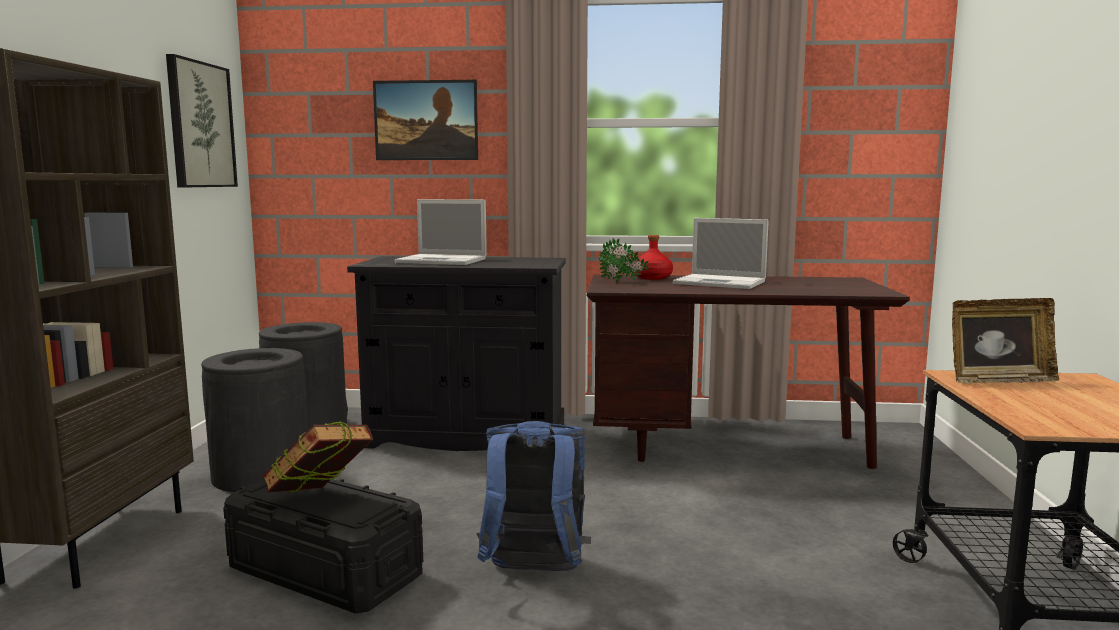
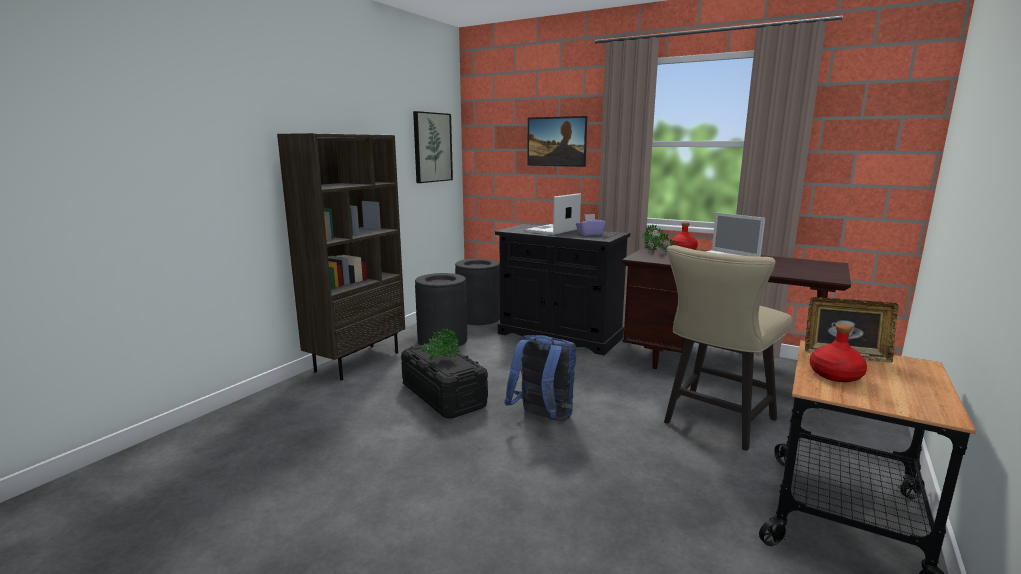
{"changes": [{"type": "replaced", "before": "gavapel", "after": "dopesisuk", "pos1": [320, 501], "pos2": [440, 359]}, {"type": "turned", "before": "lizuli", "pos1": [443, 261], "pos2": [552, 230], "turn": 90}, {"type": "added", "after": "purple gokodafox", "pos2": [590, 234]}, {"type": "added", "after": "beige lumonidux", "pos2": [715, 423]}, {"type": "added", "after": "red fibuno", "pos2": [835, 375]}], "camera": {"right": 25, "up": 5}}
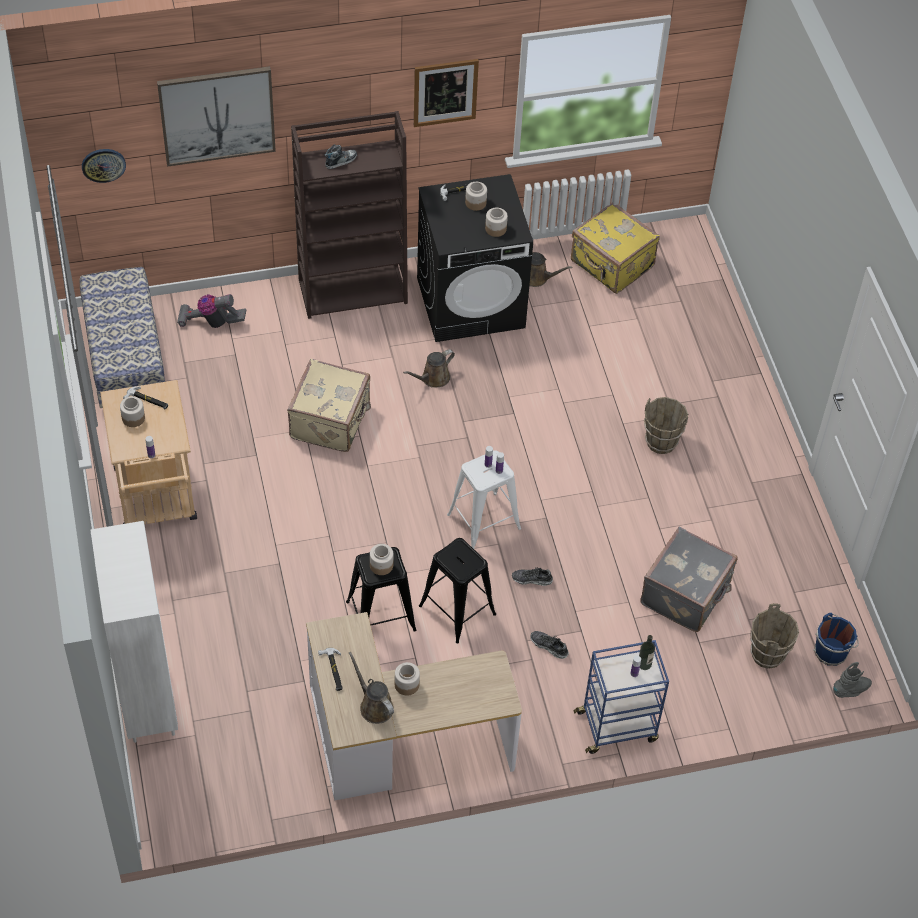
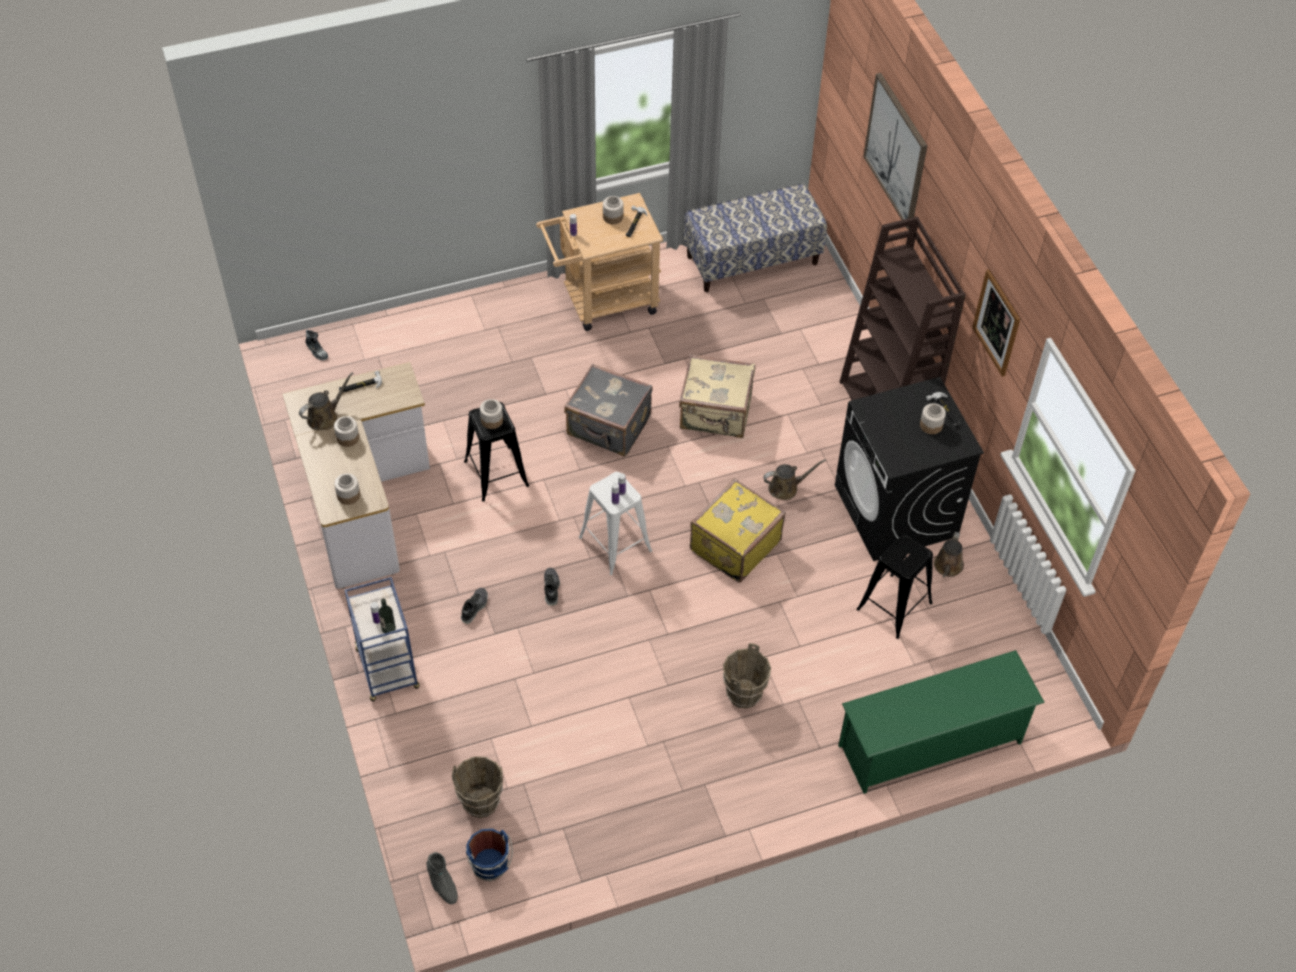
{"changes": [{"type": "moved", "before": "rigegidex", "pos1": [341, 161], "pos2": [317, 350]}, {"type": "moved", "before": "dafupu", "pos1": [495, 229], "pos2": [348, 495]}, {"type": "moved", "before": "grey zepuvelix", "pos1": [686, 594], "pos2": [608, 427]}, {"type": "moved", "before": "yellow zepuvelix", "pos1": [611, 265], "pos2": [733, 545]}, {"type": "turned", "before": "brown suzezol", "pos1": [433, 378], "pos2": [786, 488], "turn": 120}, {"type": "added", "after": "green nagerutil", "pos2": [930, 744]}, {"type": "moved", "before": "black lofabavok", "pos1": [457, 610], "pos2": [894, 606]}, {"type": "removed", "before": "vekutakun", "pos1": [103, 164]}, {"type": "removed", "before": "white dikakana", "pos1": [147, 701]}, {"type": "removed", "before": "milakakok", "pos1": [211, 322]}], "camera": {"right": 85, "up": 0}}
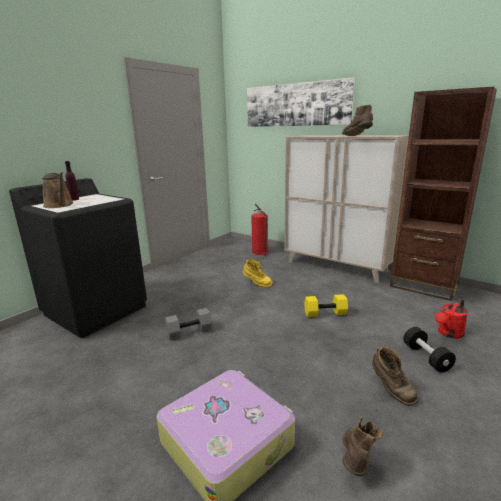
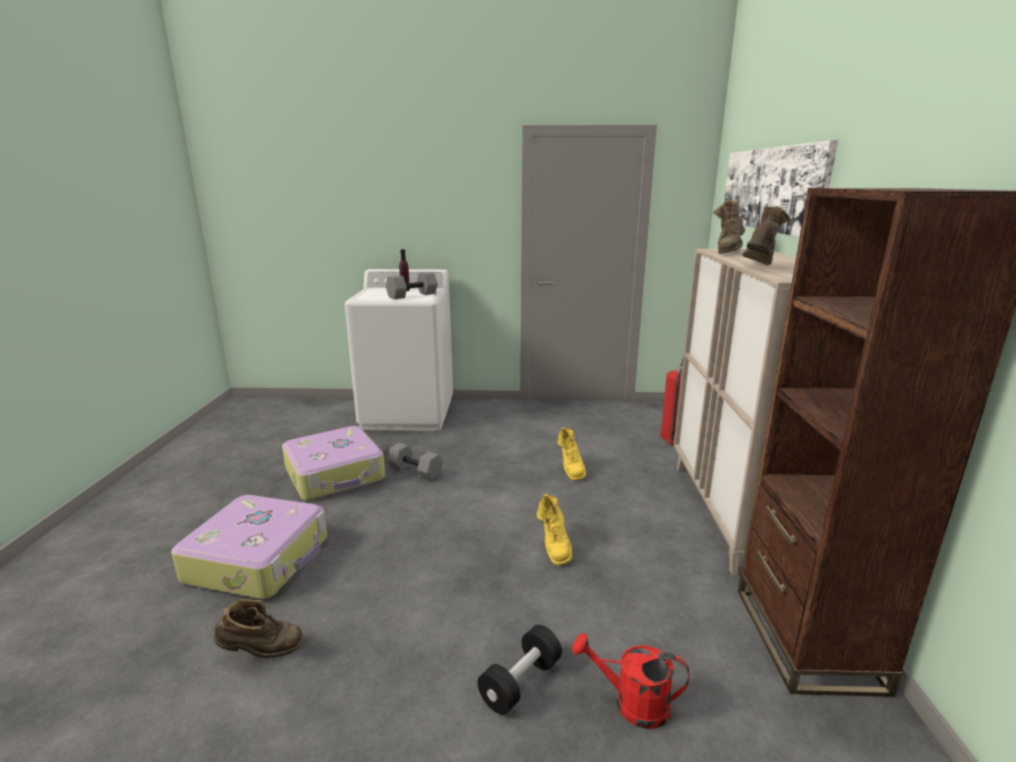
{"changes": [{"type": "added", "after": "zepuvelix", "pos2": [336, 474]}, {"type": "recoloured", "before": "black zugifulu", "after": "white zugifulu", "pos1": [96, 310], "pos2": [408, 413]}, {"type": "added", "after": "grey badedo", "pos2": [412, 295]}, {"type": "replaced", "before": "yellow badedo", "after": "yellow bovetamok", "pos1": [325, 313], "pos2": [554, 547]}, {"type": "moved", "before": "brown bovetamok", "pos1": [391, 389], "pos2": [728, 251]}, {"type": "removed", "before": "brown suzezol", "pos1": [59, 205]}], "camera": {"right": 55, "up": 0}}
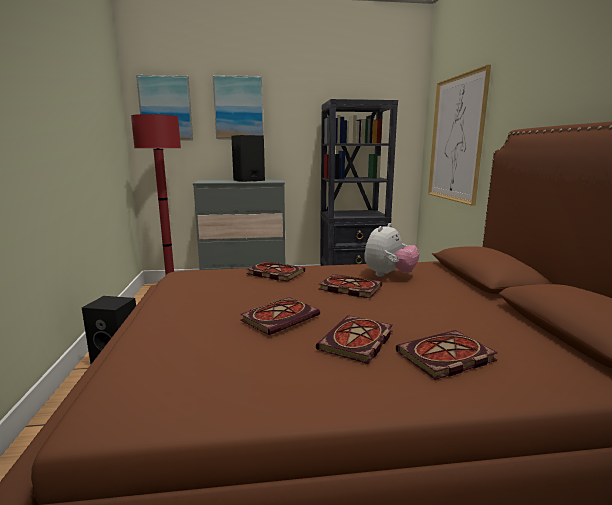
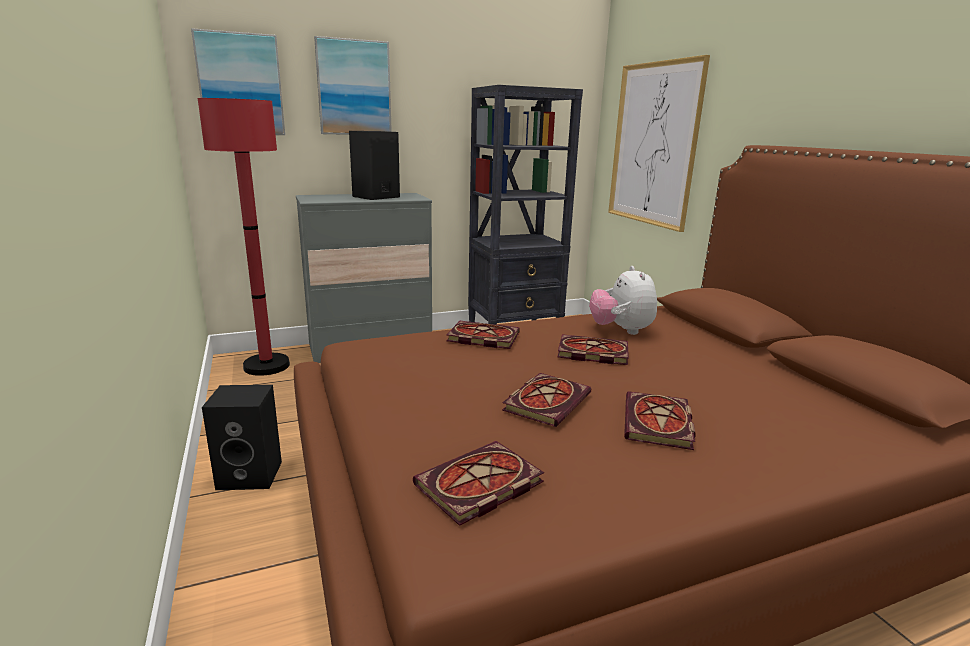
{"changes": [{"type": "moved", "before": "gavapel", "pos1": [445, 358], "pos2": [478, 486]}, {"type": "turned", "before": "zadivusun", "pos1": [389, 275], "pos2": [621, 330], "turn": 150}], "camera": {"right": -15, "up": 5}}
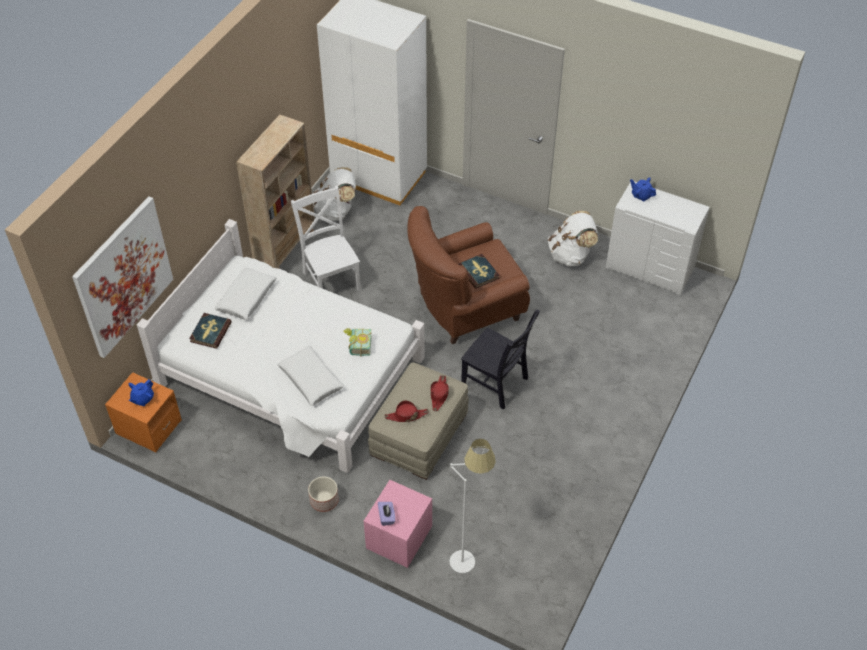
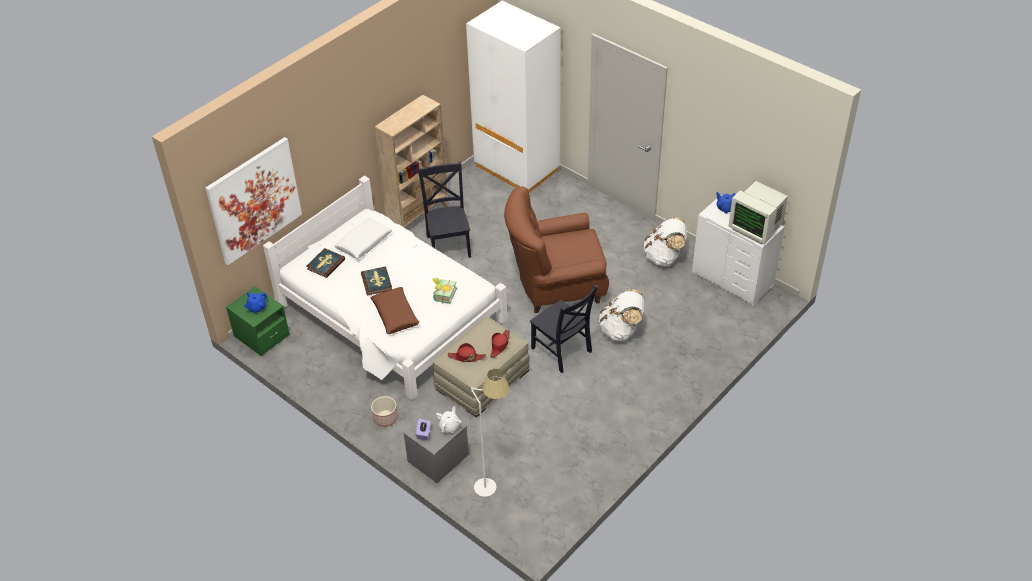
{"changes": [{"type": "recoloured", "before": "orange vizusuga", "after": "green vizusuga", "pos1": [148, 427], "pos2": [261, 336]}, {"type": "moved", "before": "gavapel", "pos1": [478, 272], "pos2": [377, 282]}, {"type": "recoloured", "before": "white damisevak", "after": "brown damisevak", "pos1": [311, 380], "pos2": [395, 315]}, {"type": "recoloured", "before": "pink vizusuga", "after": "grey vizusuga", "pos1": [399, 538], "pos2": [438, 458]}, {"type": "recoloured", "before": "white lumonidux", "after": "black lumonidux", "pos1": [331, 279], "pos2": [448, 244]}, {"type": "added", "after": "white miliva", "pos2": [449, 426]}, {"type": "moved", "before": "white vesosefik", "pos1": [336, 211], "pos2": [621, 330]}, {"type": "added", "after": "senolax", "pos2": [756, 227]}], "camera": {"right": 15, "up": -5}}
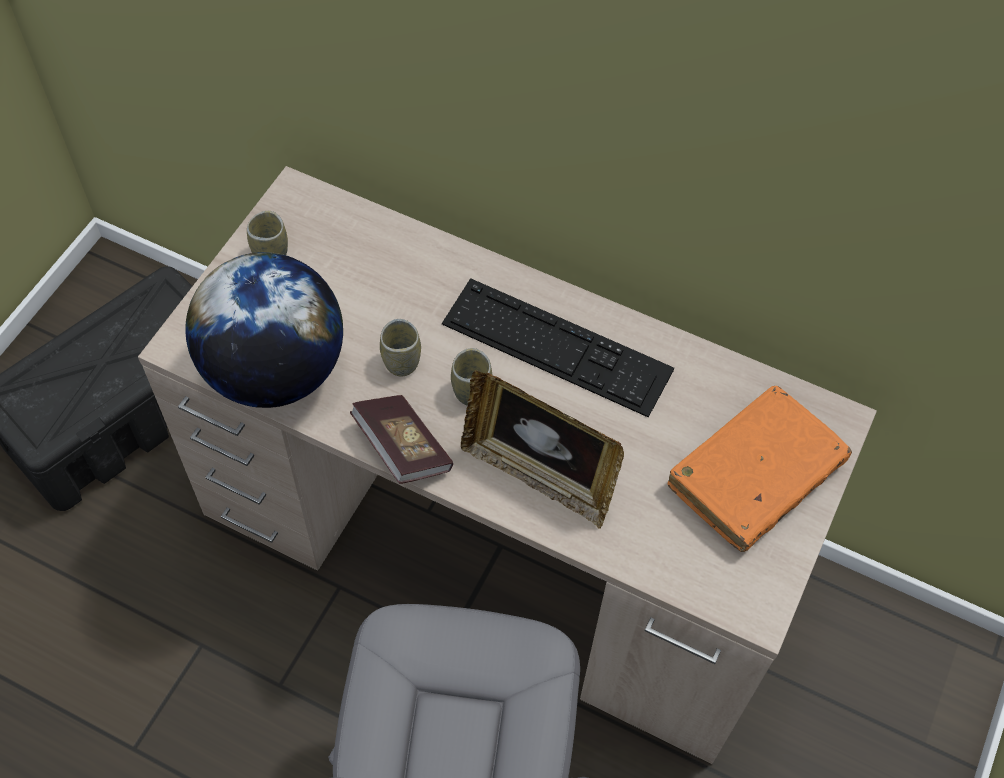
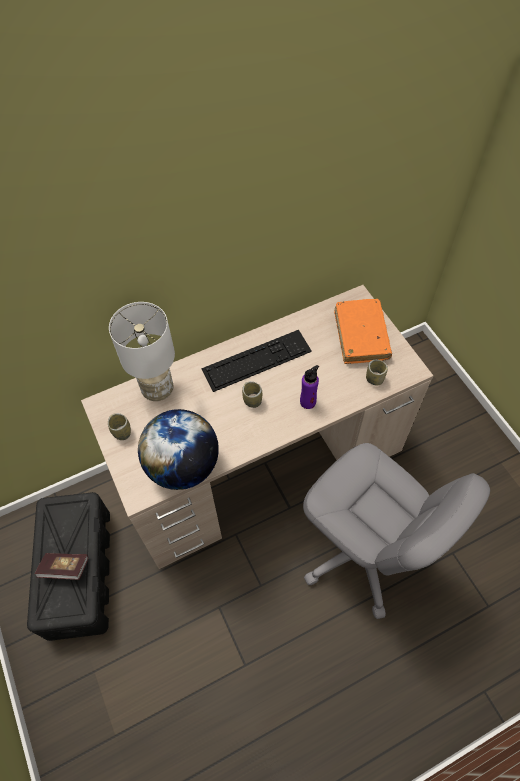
{"changes": [{"type": "moved", "before": "gavapel", "pos1": [402, 448], "pos2": [65, 568]}, {"type": "added", "after": "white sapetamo", "pos2": [158, 389]}, {"type": "replaced", "before": "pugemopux", "after": "purple fibuno", "pos1": [538, 475], "pos2": [308, 402]}, {"type": "moved", "before": "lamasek", "pos1": [401, 361], "pos2": [374, 379]}], "camera": {"right": -50, "up": 0}}
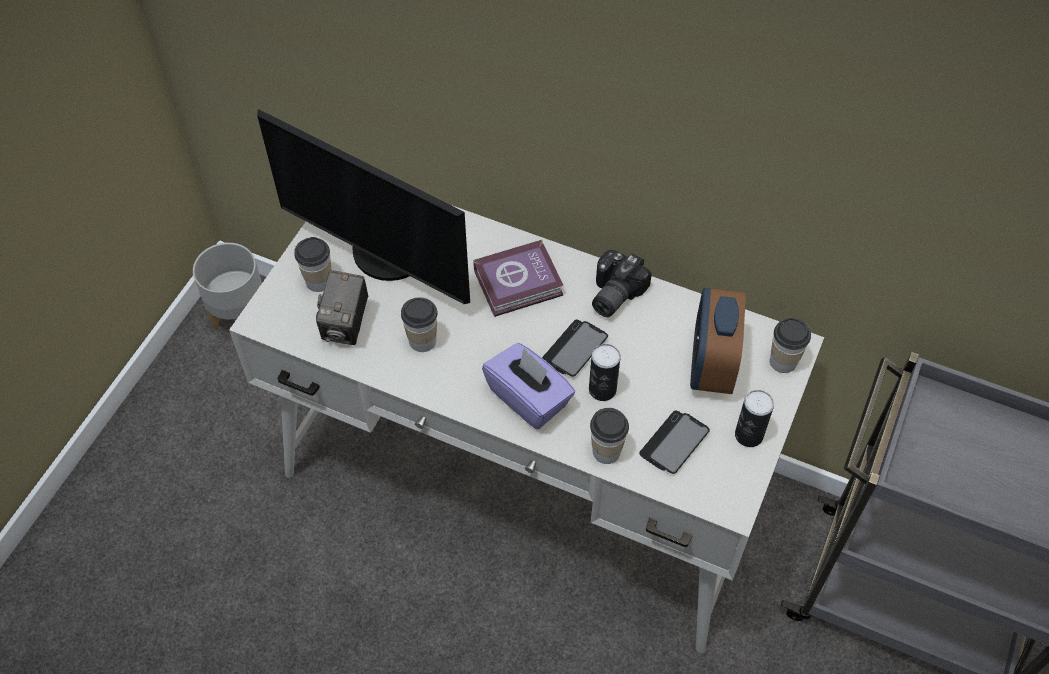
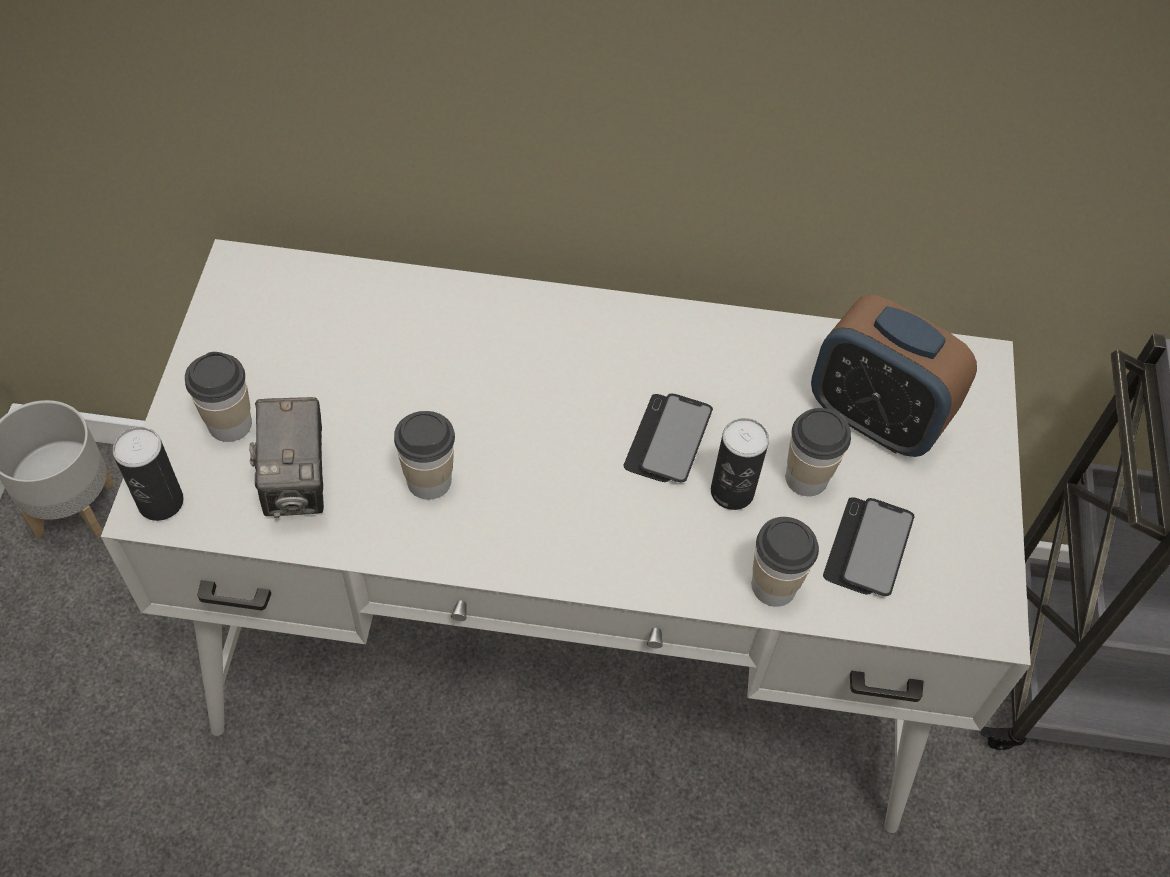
{"changes": [{"type": "moved", "before": "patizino", "pos1": [748, 435], "pos2": [161, 502]}, {"type": "moved", "before": "lamasek", "pos1": [783, 361], "pos2": [806, 478]}, {"type": "turned", "before": "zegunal", "pos1": [711, 365], "pos2": [875, 418], "turn": -45}, {"type": "removed", "before": "senolax", "pos1": [386, 256]}, {"type": "removed", "before": "gavapel", "pos1": [520, 283]}, {"type": "removed", "before": "purple gokodafox", "pos1": [529, 398]}, {"type": "removed", "before": "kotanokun", "pos1": [612, 293]}], "camera": {"right": -20, "up": 0}}
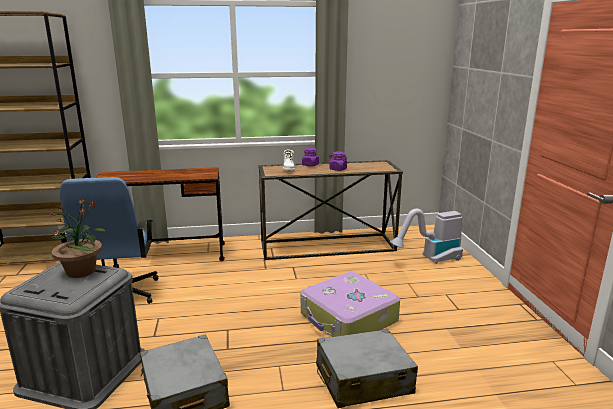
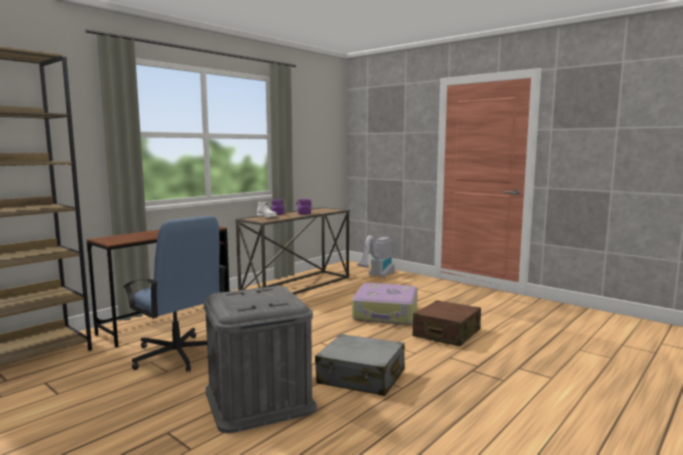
{"changes": [{"type": "recoloured", "before": "grey zepuvelix", "after": "brown zepuvelix", "pos1": [363, 380], "pos2": [446, 334]}, {"type": "removed", "before": "dopesisuk", "pos1": [81, 271]}], "camera": {"right": -40, "up": -10}}
